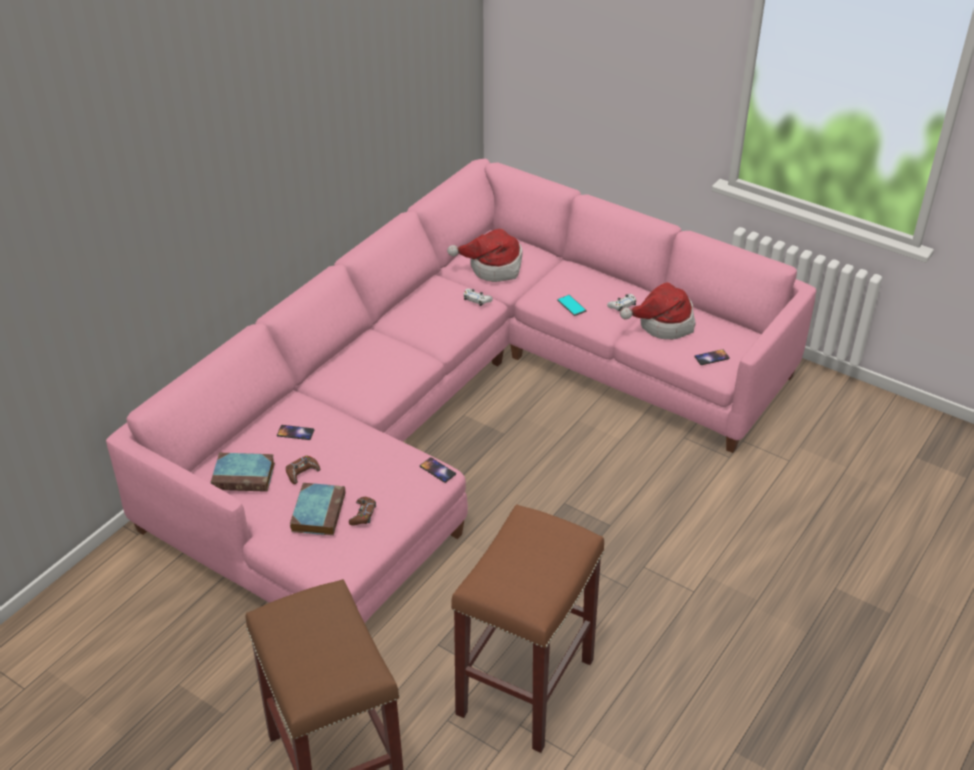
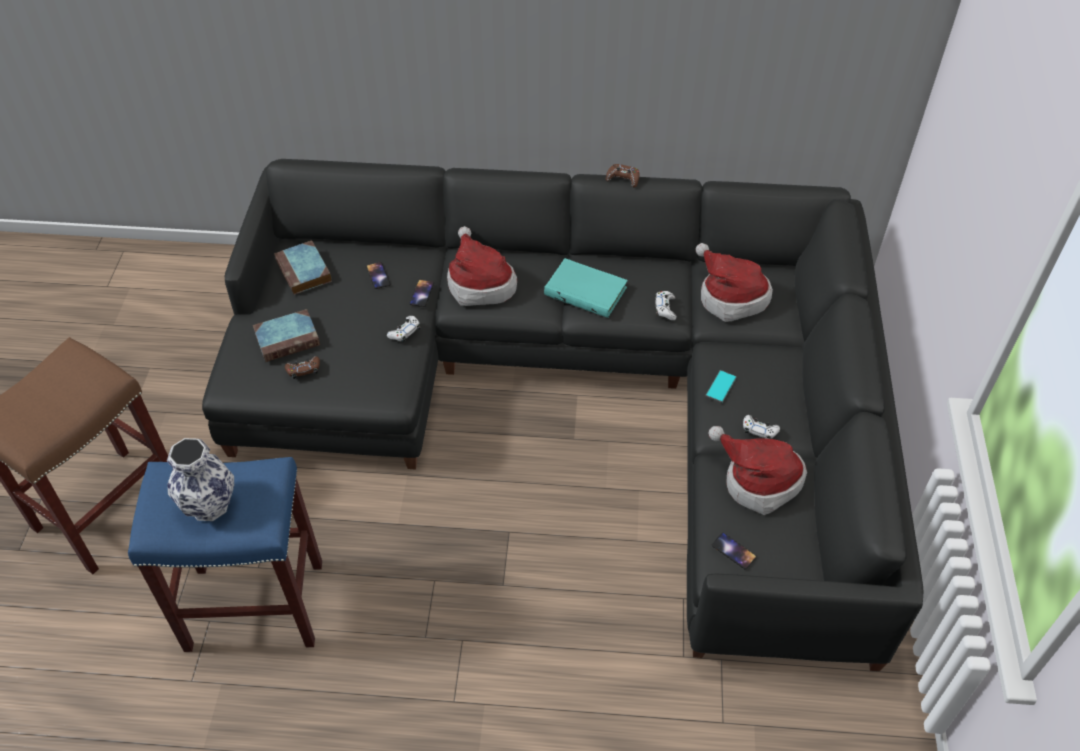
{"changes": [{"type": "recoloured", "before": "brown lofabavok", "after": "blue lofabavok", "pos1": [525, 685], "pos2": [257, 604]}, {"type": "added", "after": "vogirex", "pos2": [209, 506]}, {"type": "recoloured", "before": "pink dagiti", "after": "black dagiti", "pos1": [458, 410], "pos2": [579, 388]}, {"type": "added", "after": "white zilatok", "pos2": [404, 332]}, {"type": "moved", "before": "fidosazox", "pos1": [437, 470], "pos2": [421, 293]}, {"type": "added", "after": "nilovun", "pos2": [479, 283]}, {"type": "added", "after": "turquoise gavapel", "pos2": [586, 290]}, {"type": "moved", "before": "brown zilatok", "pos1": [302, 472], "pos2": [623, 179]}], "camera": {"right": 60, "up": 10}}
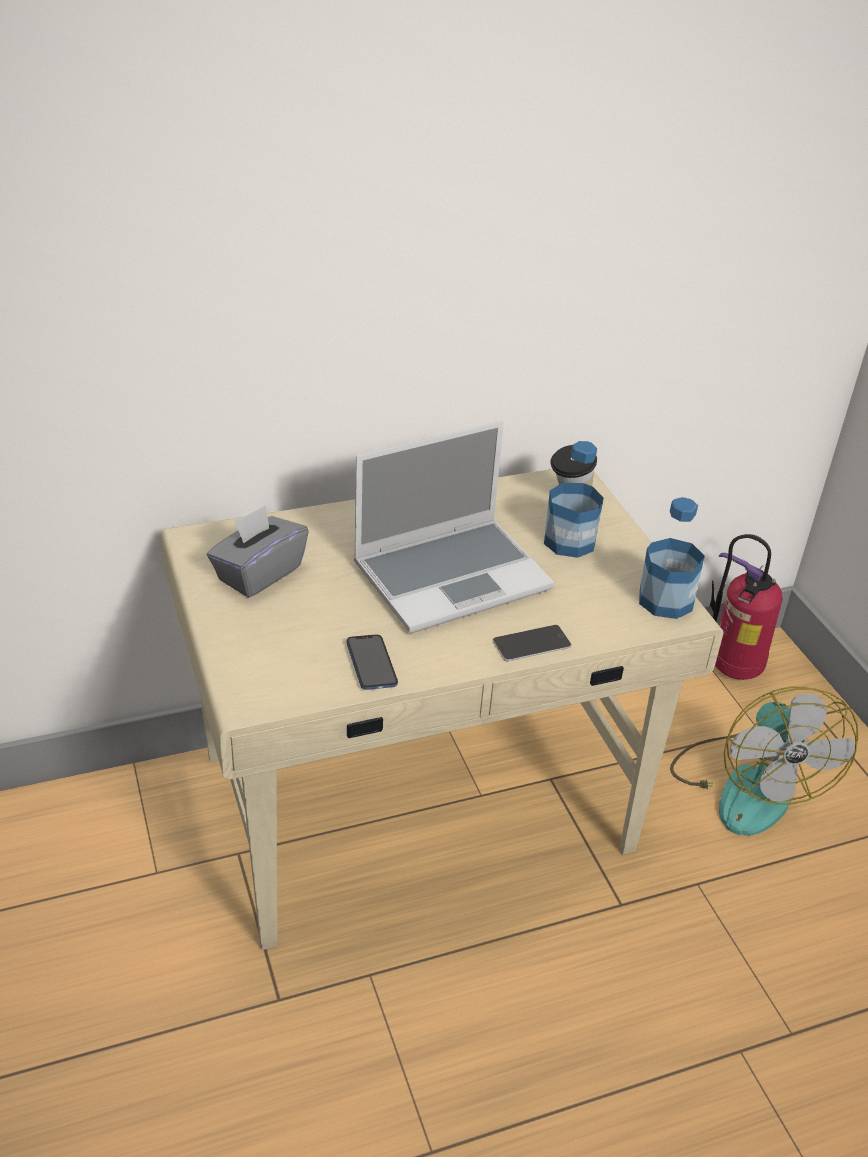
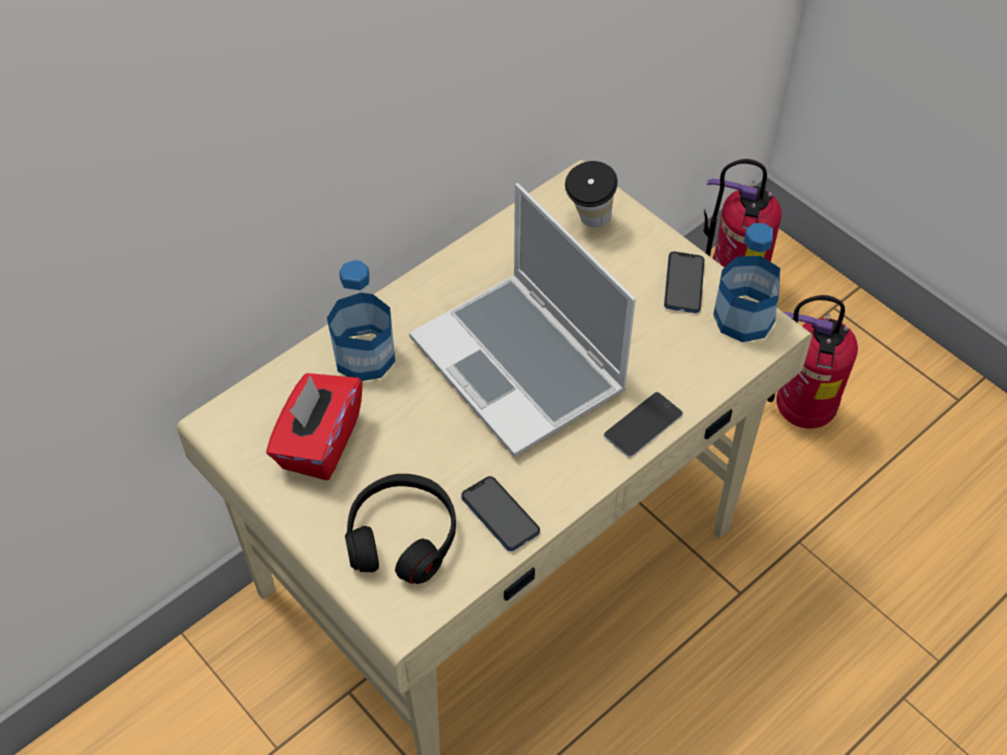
{"changes": [{"type": "recoloured", "before": "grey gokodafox", "after": "red gokodafox", "pos1": [258, 573], "pos2": [319, 443]}, {"type": "moved", "before": "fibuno", "pos1": [569, 541], "pos2": [364, 357]}, {"type": "added", "after": "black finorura", "pos2": [402, 536]}, {"type": "turned", "before": "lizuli", "pos1": [452, 575], "pos2": [521, 366], "turn": 105}, {"type": "added", "after": "fidosazox", "pos2": [684, 284]}, {"type": "replaced", "before": "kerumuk", "after": "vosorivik", "pos1": [747, 785], "pos2": [800, 414]}], "camera": {"right": -20, "up": 15}}
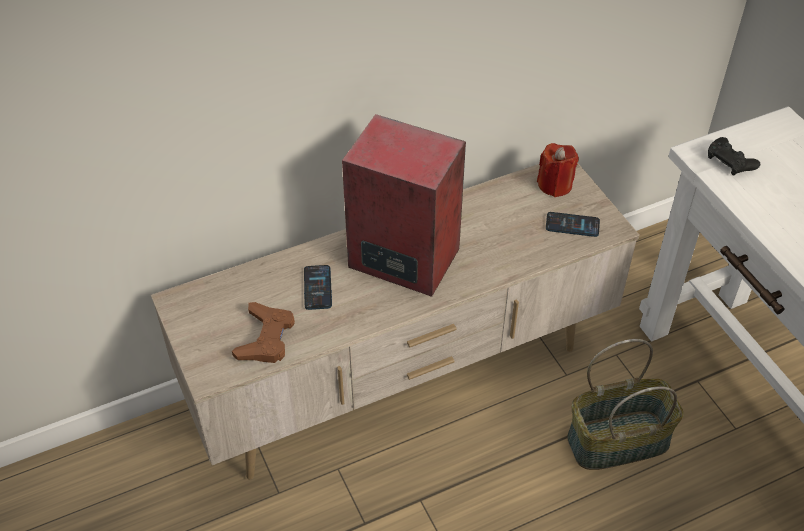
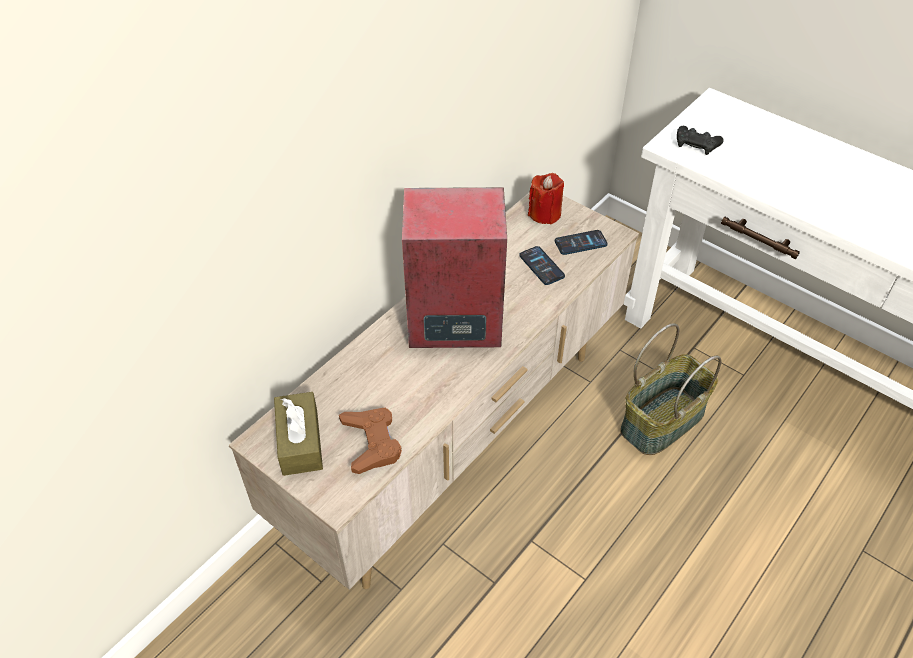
{"changes": [{"type": "added", "after": "brown gokodafox", "pos2": [300, 442]}, {"type": "moved", "before": "fidosazox", "pos1": [317, 288], "pos2": [541, 266]}], "camera": {"right": -25, "up": 0}}
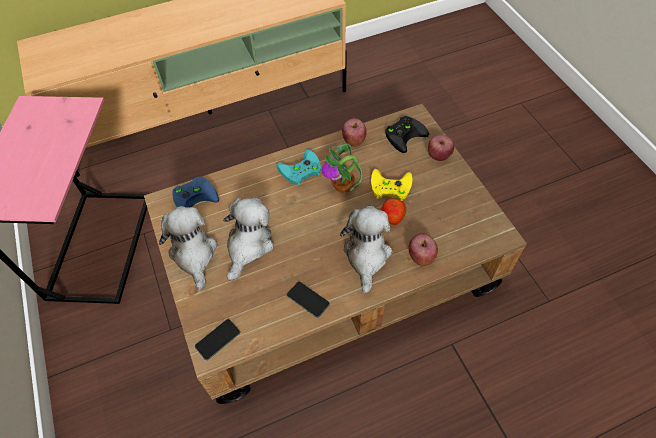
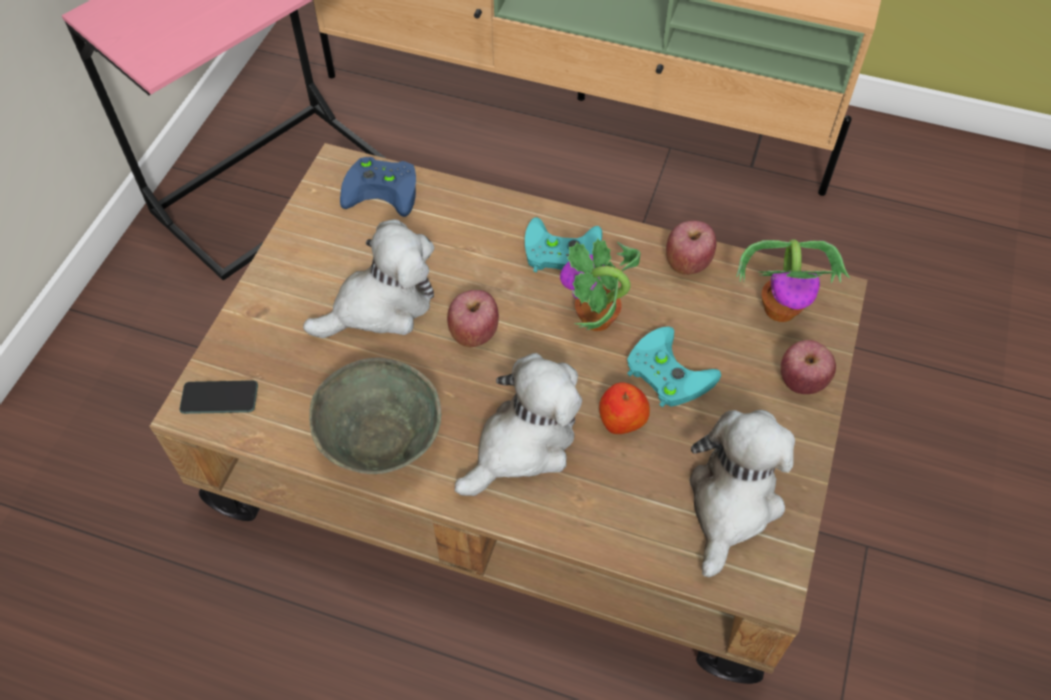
{"changes": [{"type": "replaced", "before": "fidosazox", "after": "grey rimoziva", "pos1": [308, 299], "pos2": [379, 439]}, {"type": "moved", "before": "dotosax", "pos1": [421, 257], "pos2": [474, 333]}, {"type": "recoloured", "before": "yellow zilatok", "after": "turquoise zilatok", "pos1": [389, 187], "pos2": [665, 372]}, {"type": "moved", "before": "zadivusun", "pos1": [194, 254], "pos2": [732, 503]}, {"type": "replaced", "before": "black zilatok", "after": "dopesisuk", "pos1": [404, 134], "pos2": [781, 309]}], "camera": {"right": 40, "up": 0}}
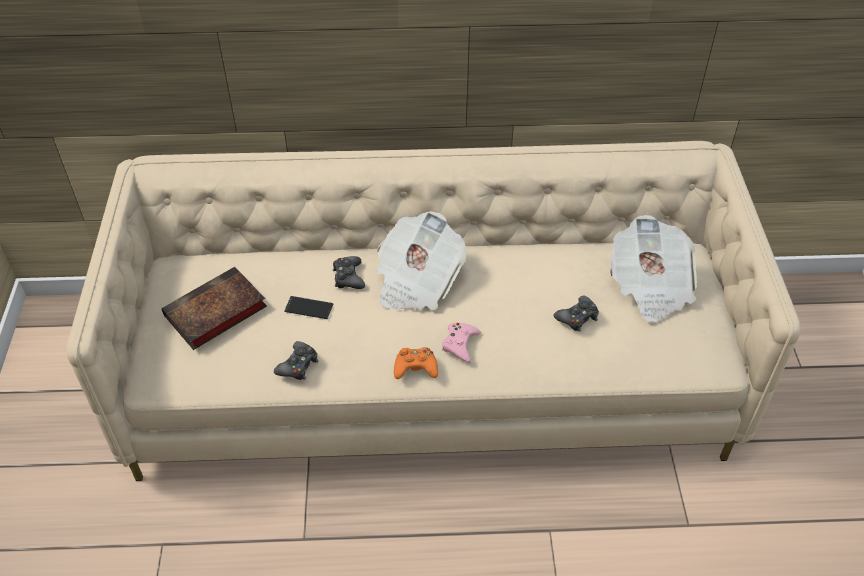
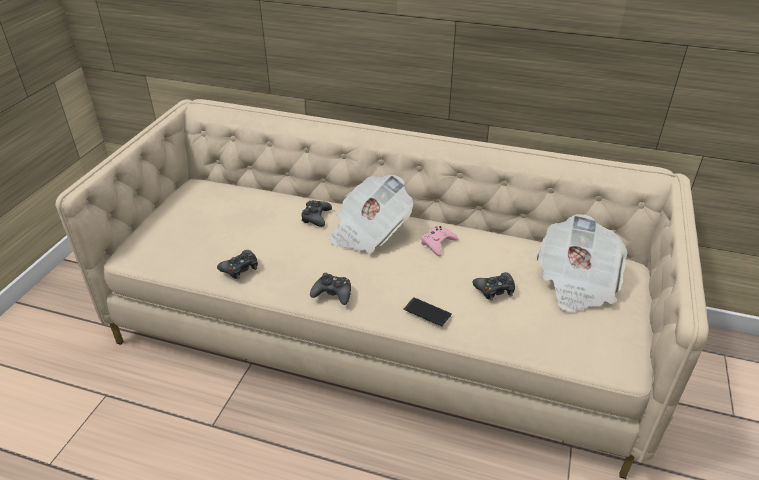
{"changes": [{"type": "recoloured", "before": "orange zilatok", "after": "black zilatok", "pos1": [415, 367], "pos2": [333, 293]}, {"type": "moved", "before": "fidosazox", "pos1": [309, 308], "pos2": [427, 312]}, {"type": "moved", "before": "pink zilatok", "pos1": [460, 344], "pos2": [438, 243]}, {"type": "removed", "before": "gavapel", "pos1": [214, 313]}], "camera": {"right": 20, "up": -10}}
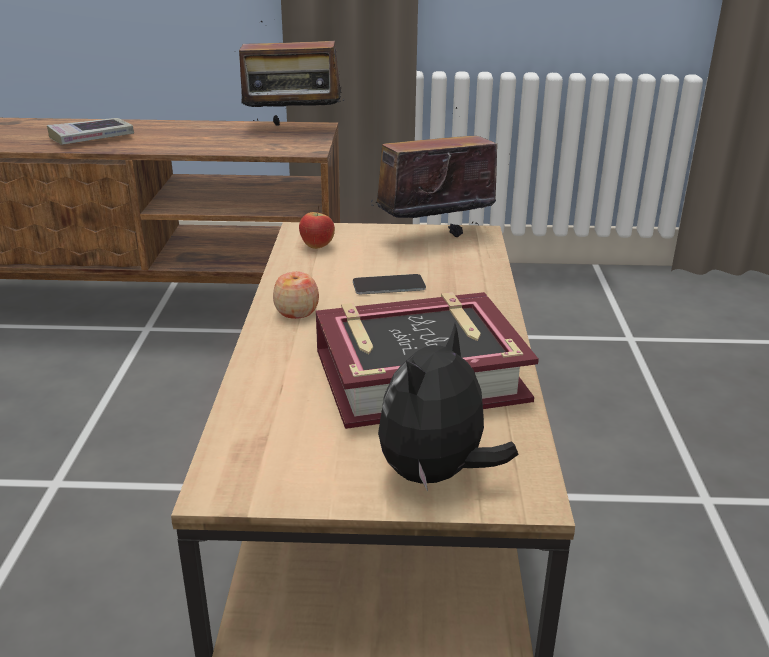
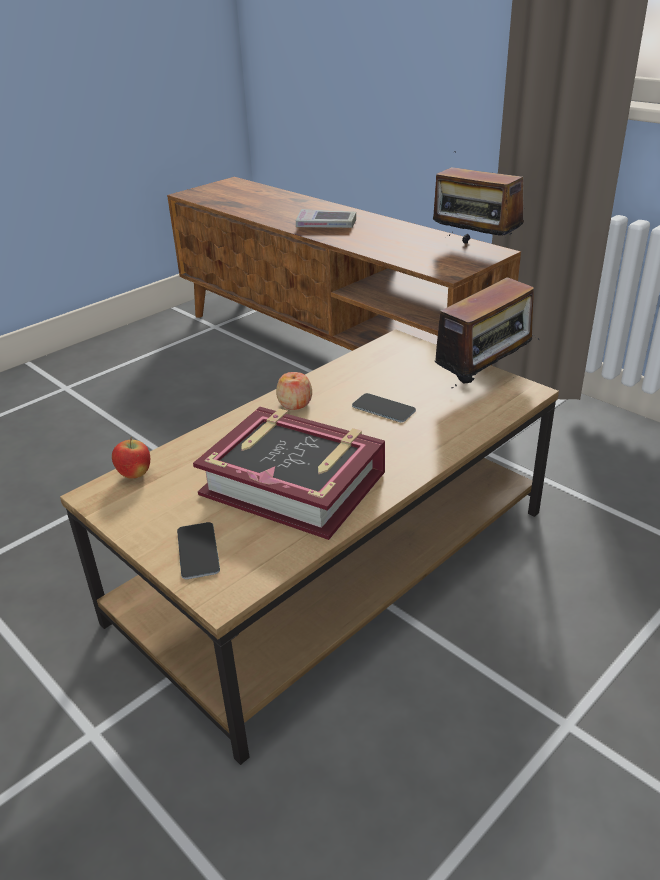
{"changes": [{"type": "moved", "before": "dotosax", "pos1": [317, 247], "pos2": [135, 475]}, {"type": "replaced", "before": "zadivusun", "after": "fidosazox", "pos1": [436, 474], "pos2": [198, 551]}, {"type": "turned", "before": "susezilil", "pos1": [433, 236], "pos2": [484, 380], "turn": 120}], "camera": {"right": 45, "up": 5}}
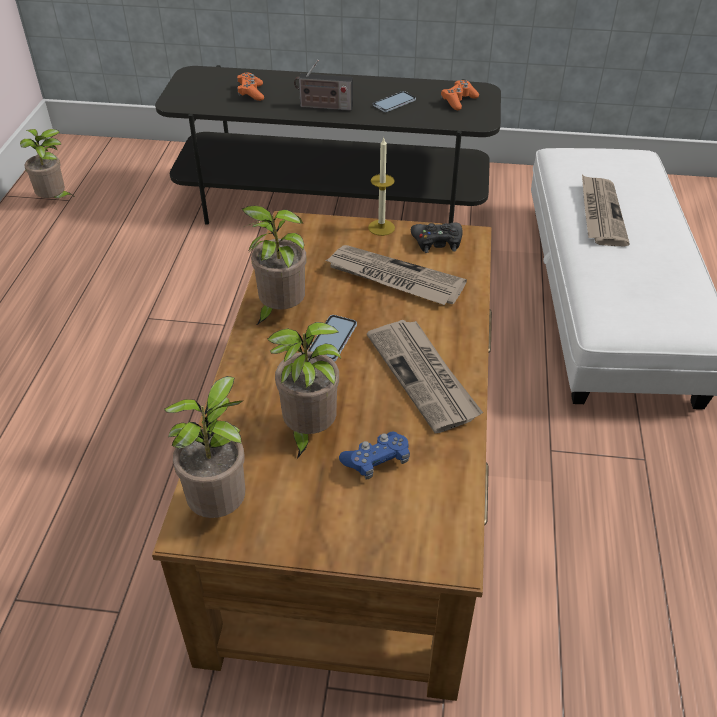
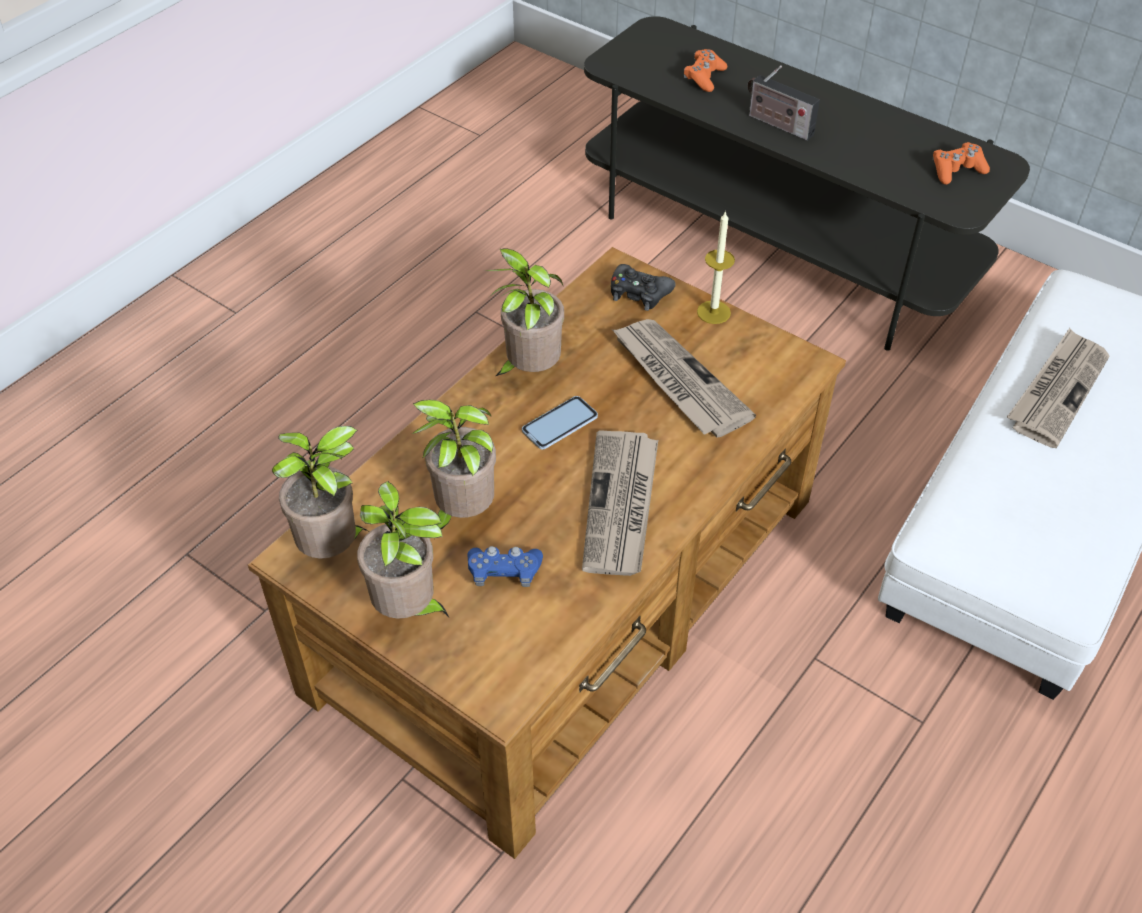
{"changes": [{"type": "moved", "before": "dopesisuk", "pos1": [55, 200], "pos2": [409, 610]}, {"type": "moved", "before": "black zilatok", "pos1": [437, 242], "pos2": [639, 293]}, {"type": "removed", "before": "fidosazox", "pos1": [394, 102]}], "camera": {"right": 30, "up": 5}}
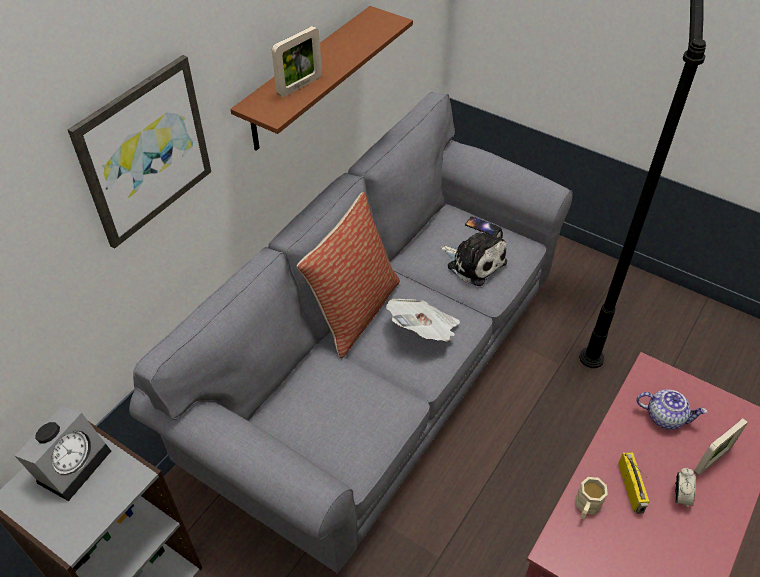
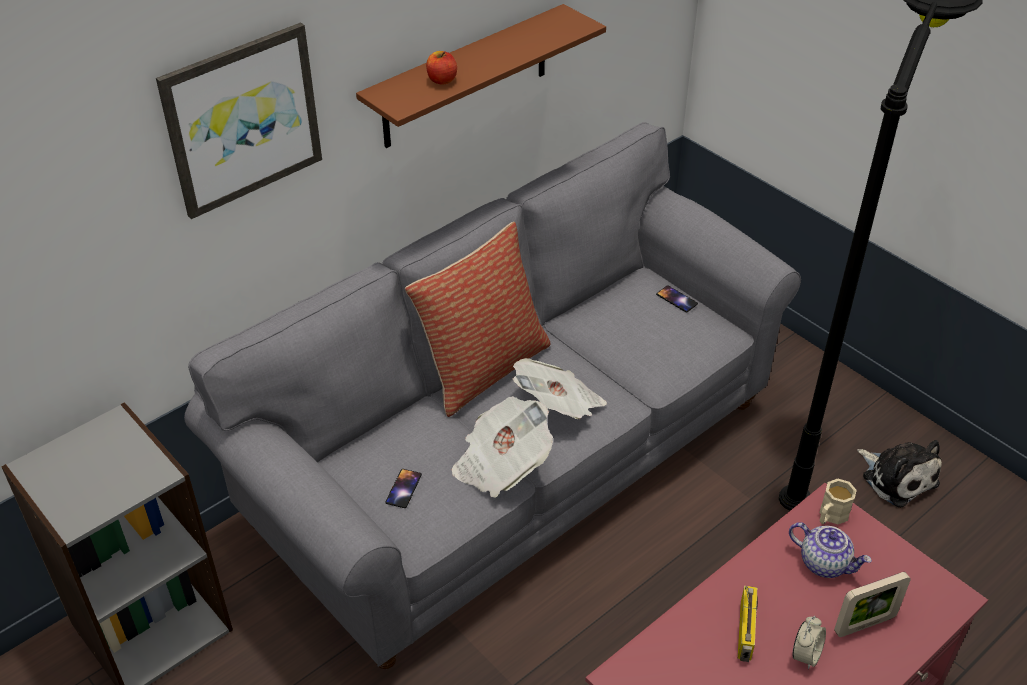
{"changes": [{"type": "added", "after": "fidosazox", "pos2": [403, 488]}, {"type": "replaced", "before": "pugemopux", "after": "dotosax", "pos1": [299, 86], "pos2": [442, 80]}, {"type": "added", "after": "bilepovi", "pos2": [501, 464]}, {"type": "moved", "before": "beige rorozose", "pos1": [586, 507], "pos2": [830, 516]}, {"type": "moved", "before": "zadivusun", "pos1": [474, 262], "pos2": [897, 477]}, {"type": "removed", "before": "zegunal", "pos1": [73, 463]}], "camera": {"right": 15, "up": -5}}
